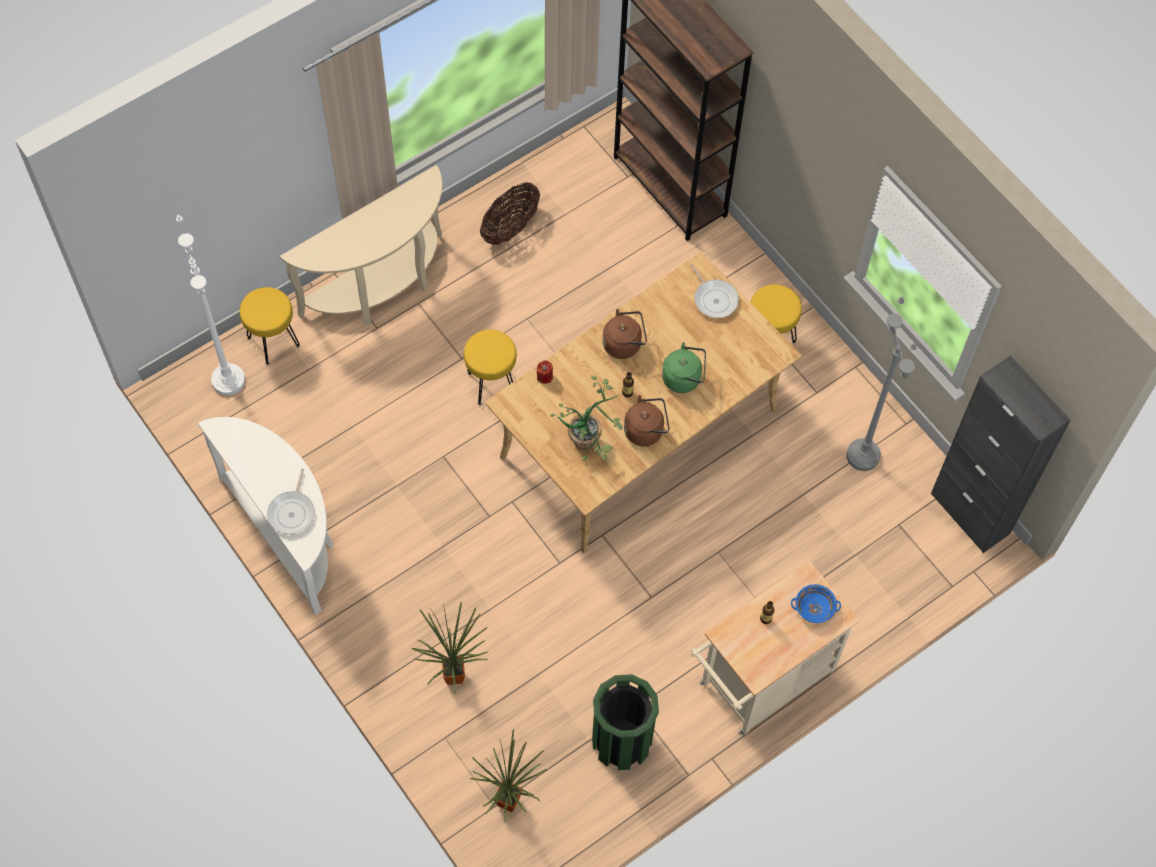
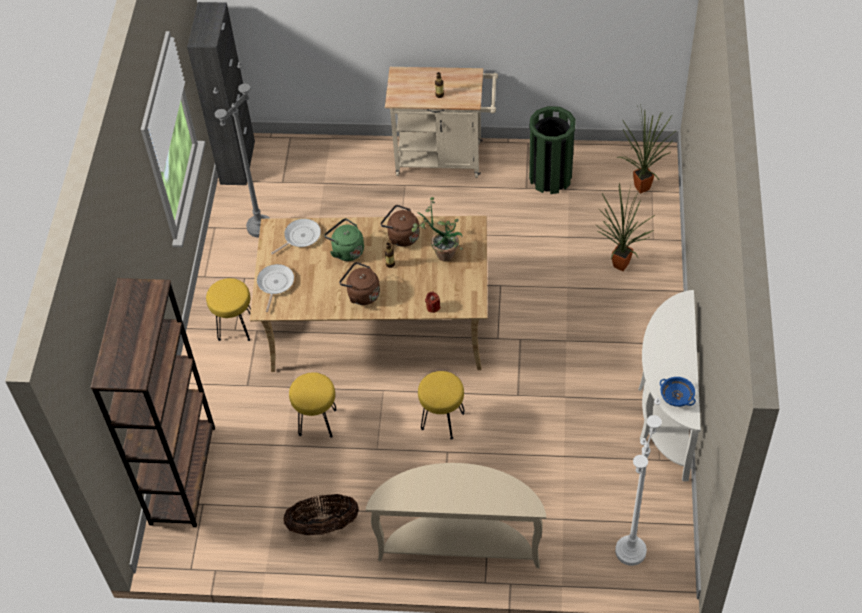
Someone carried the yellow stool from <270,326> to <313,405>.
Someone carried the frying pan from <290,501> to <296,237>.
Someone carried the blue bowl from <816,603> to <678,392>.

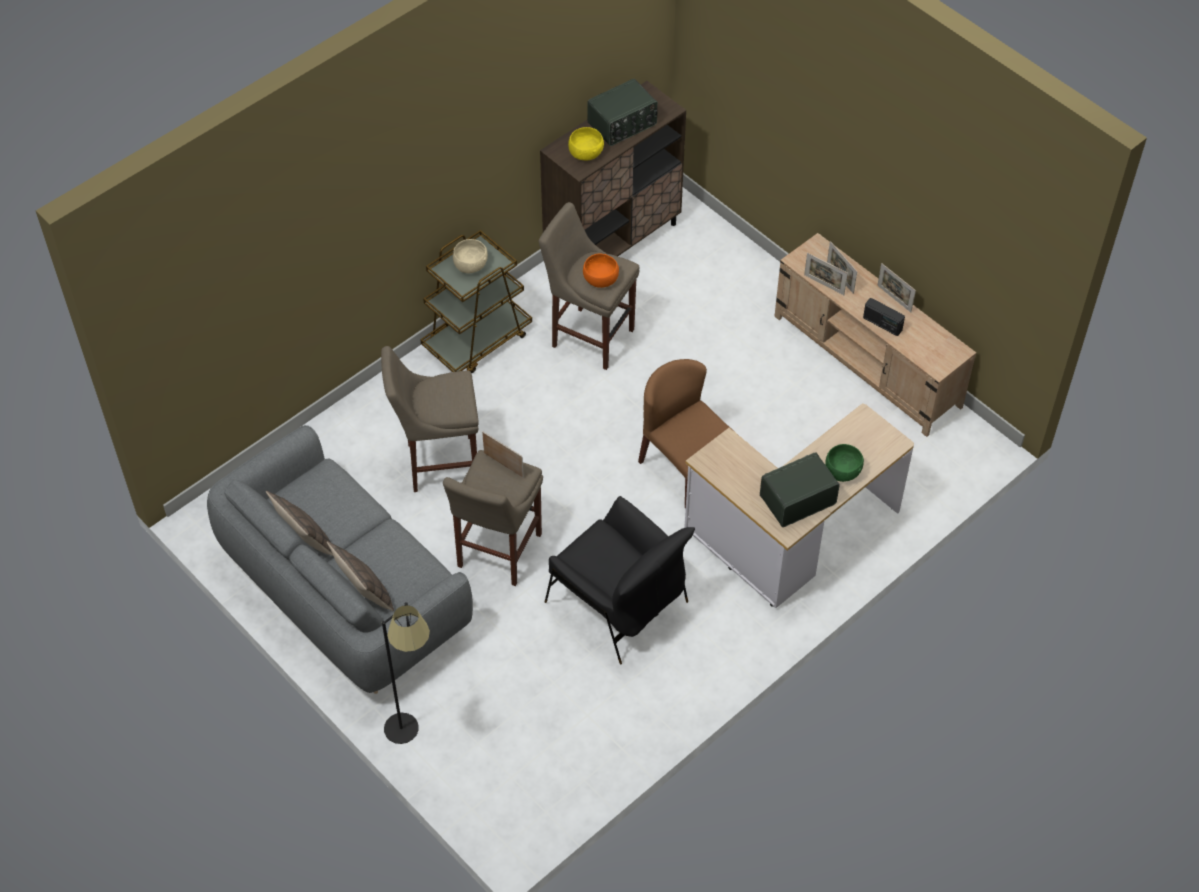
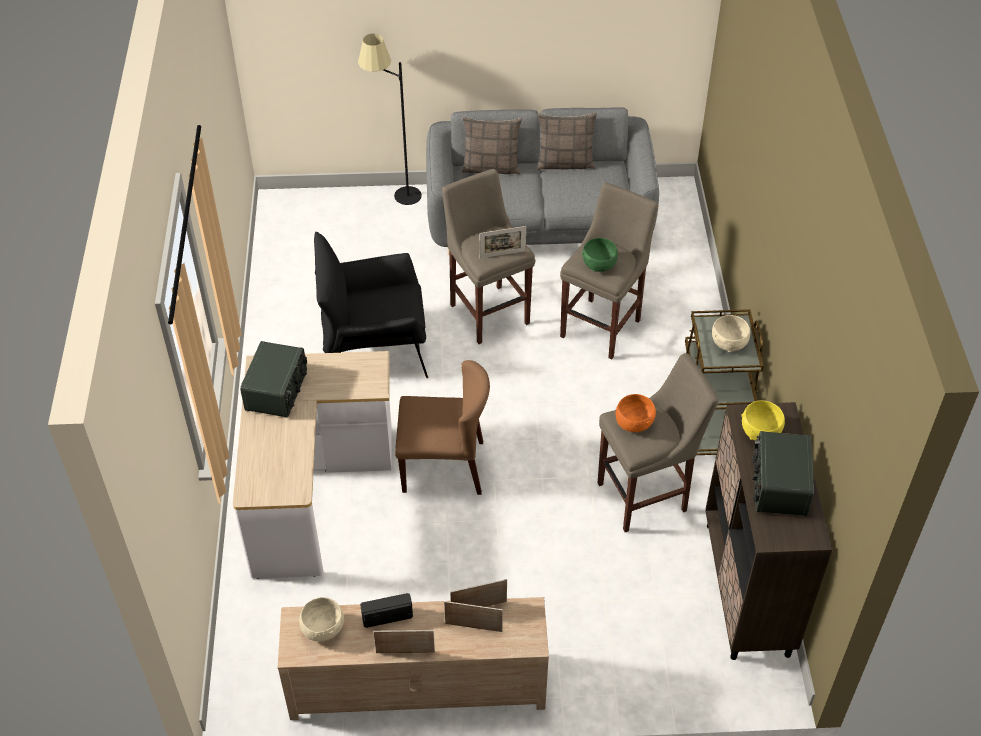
Someone carried the green bowl from <844,463> to <600,255>.
Someone put down the beige bowl at <321,619>.

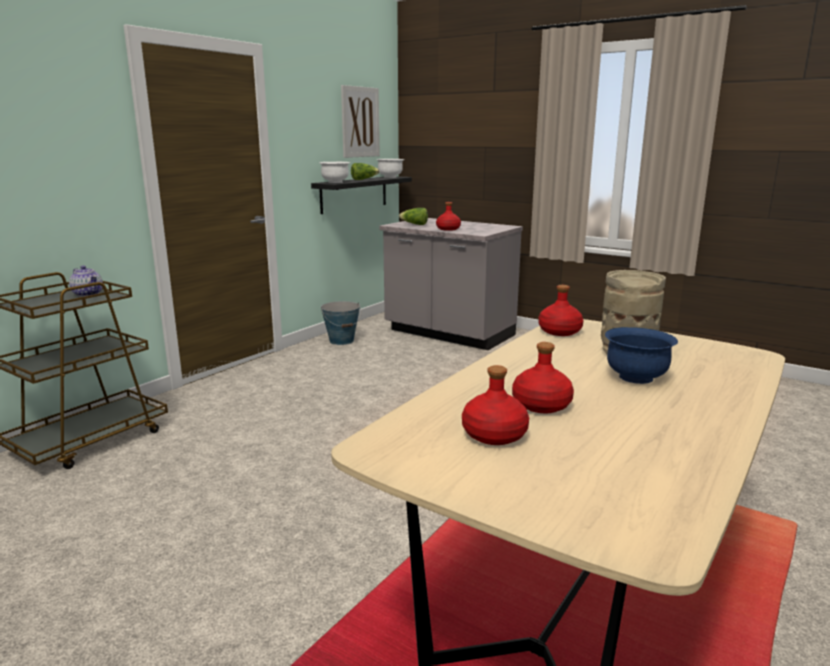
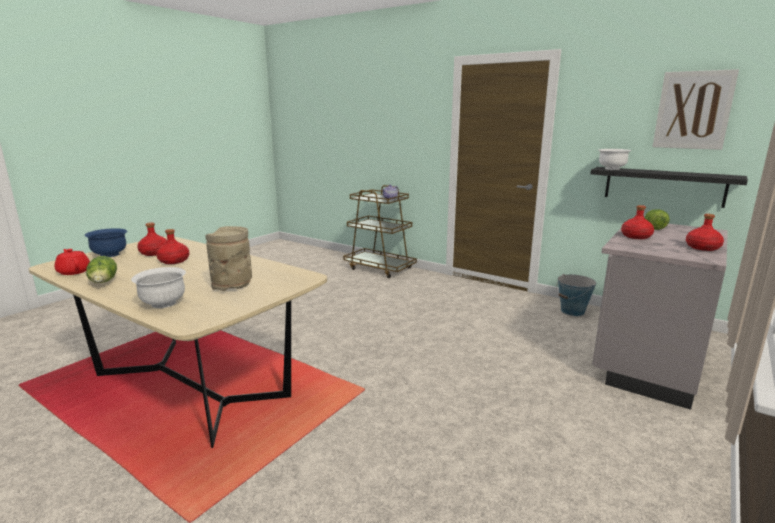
Someone carried the white bowl from <390,168> to <158,287>.
Someone carried the lettuce from <365,171> to <101,269>.
Someone carried the red bottle from <561,310> to <705,232>.
Someone carried the blue bowl from <641,355> to <106,242>.
Someone put down the red teapot at <72,262>.

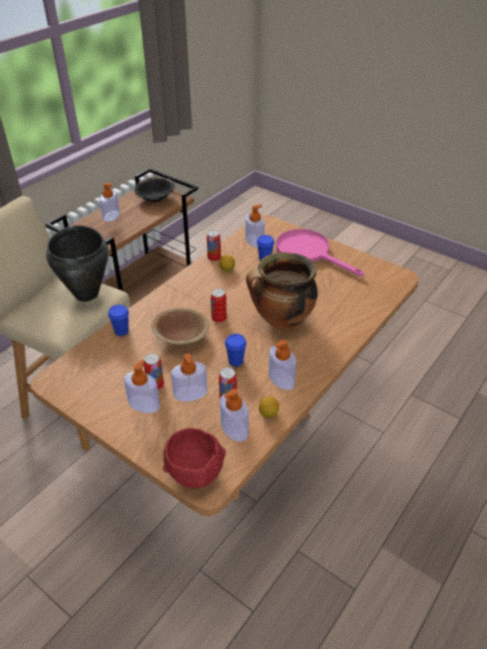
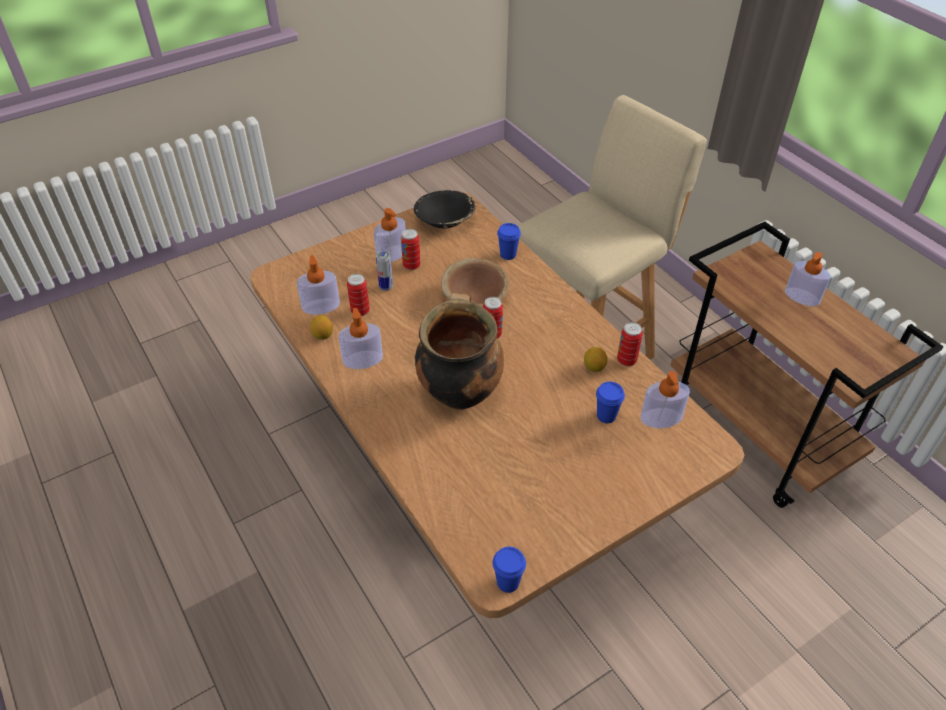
Someone carried the black bowl from <154,189> to <445,209>.
Someone took away the black cooking pot at <77,264>.
Someone took away the pink frying pan at <320,252>.
Someone carried the blue cup from <236,350> to <509,570>.
Someone swapped the soap dispenser at <189,377> for the can at <384,271>.
Someone took away the red bowl at <194,458>.

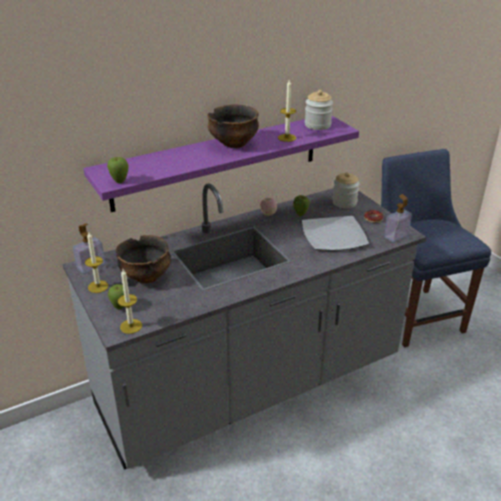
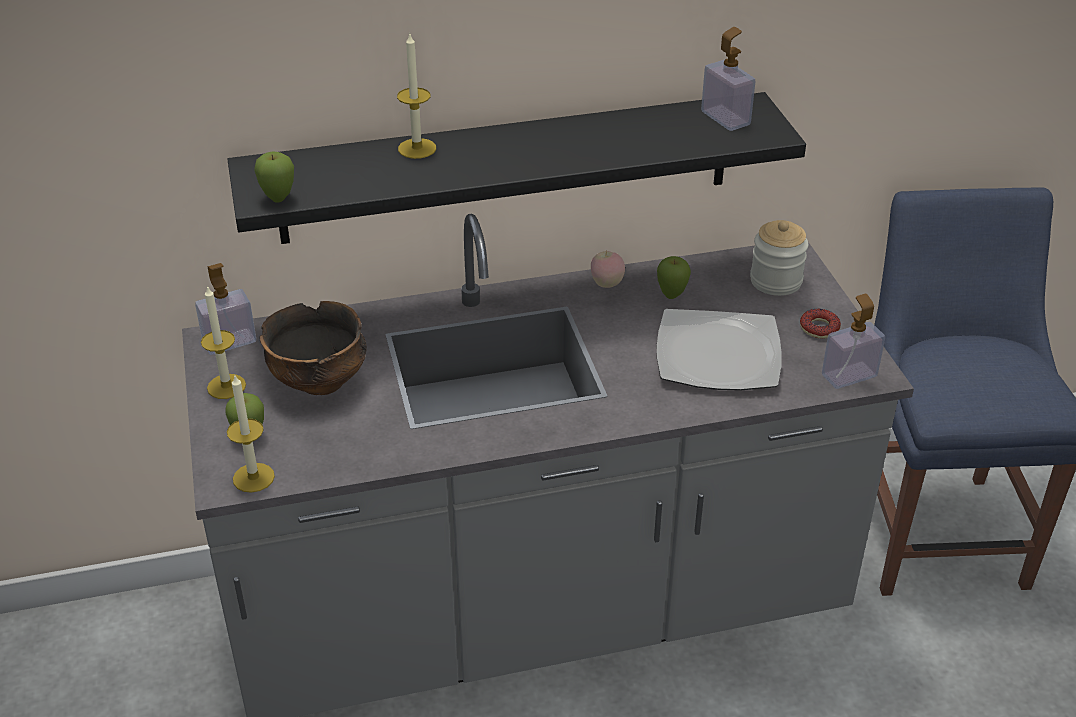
Someone carried the candle from <287,111> to <416,96>.
Someone swapped the jar at <319,110> for the soap dispenser at <728,79>.
Someone took away the bowl at <233,126>.
Someone repainted the purple shelf at <221,164>, which became the black shelf at <516,168>.

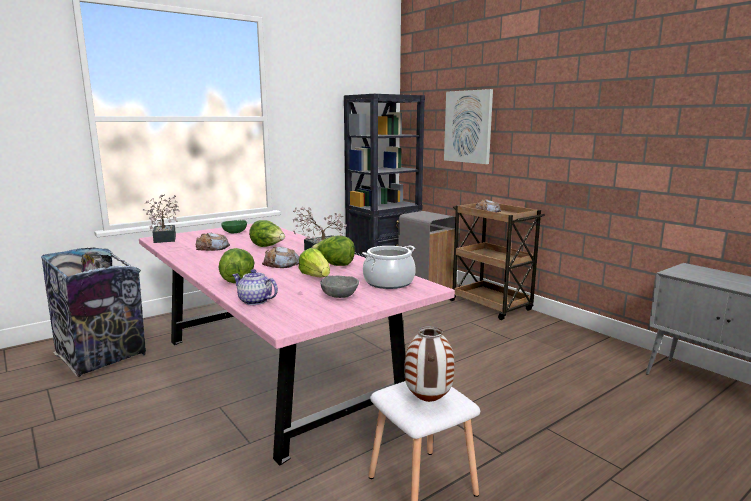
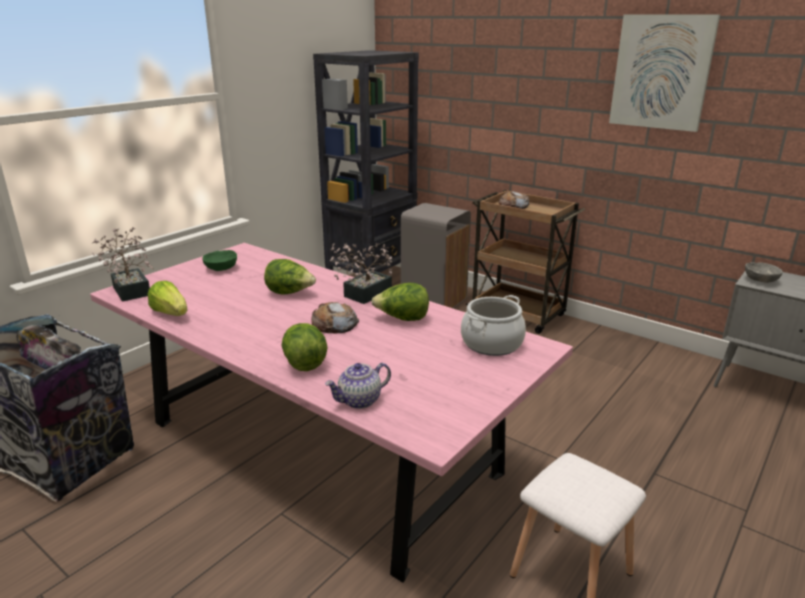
Someone carried the picture from <468,126> to <664,73>.
Someone took away the bread at <213,242>.
Someone carried the lettuce from <314,262> to <167,298>.
Someone rotated the teapot at <255,287> by 45 degrees counterclockwise.
Someone carried the grey bowl from <340,286> to <764,272>.
Someone took away the vase at <430,364>.

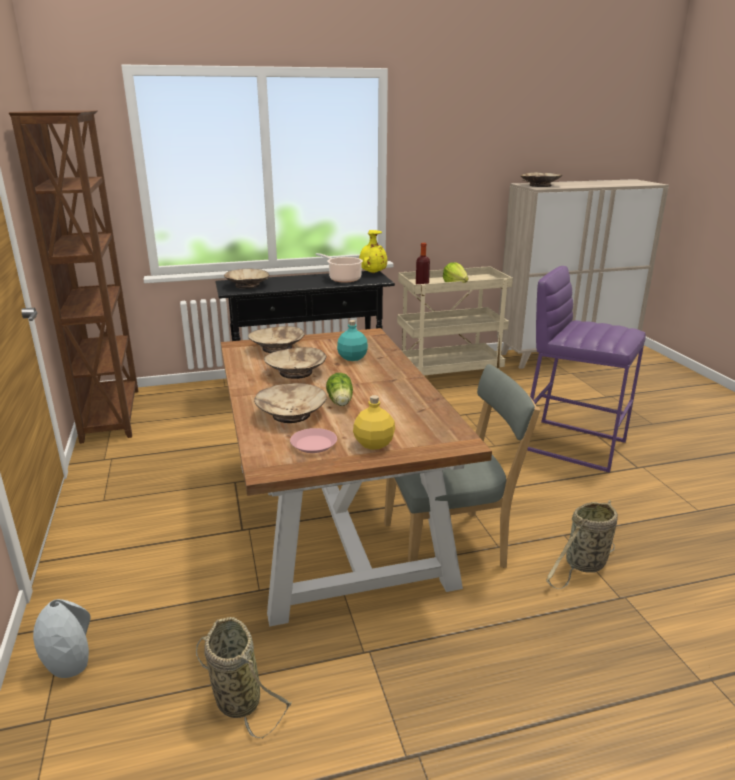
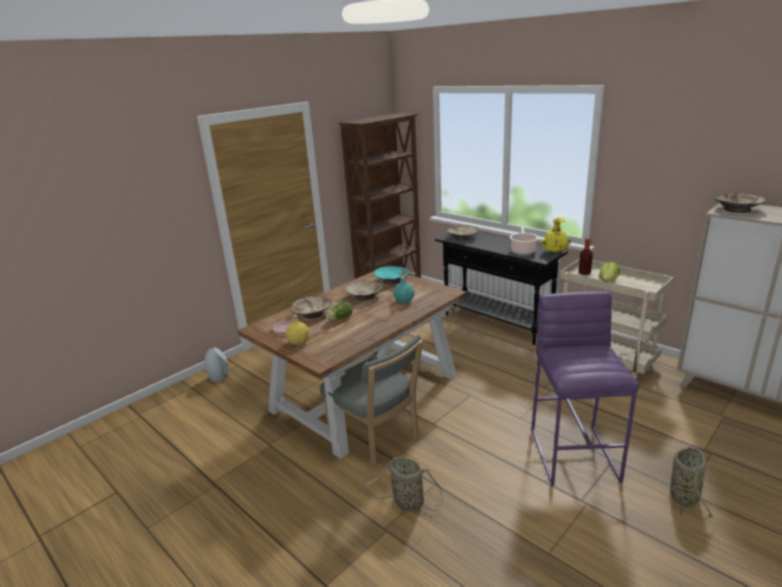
Someone repainted the beige bowl at <276,339>, which became the turquoise bowl at <392,275>.
Someone carried the basket from <244,677> to <692,484>.

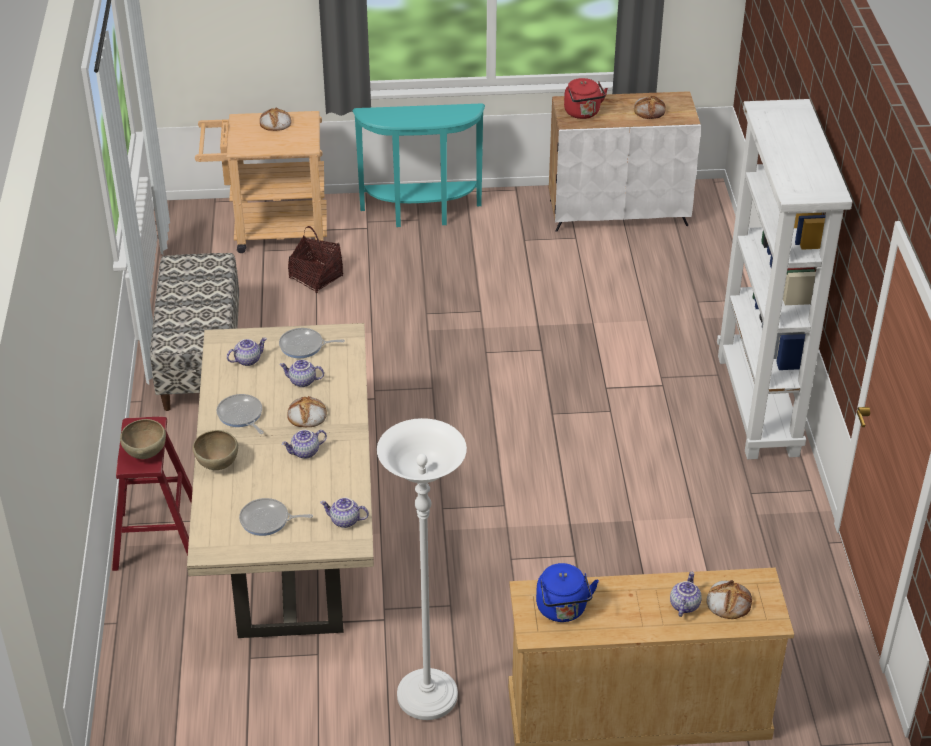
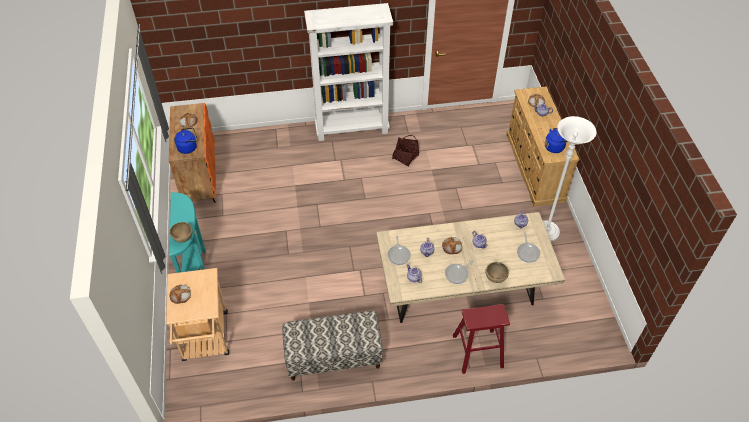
Someone repainted the red kettle at <586,98>, which became the blue kettle at <185,141>.
Someone repainted the white cabinet at <625,161>, which became the orange cabinet at <192,153>.
Someone carried the basket from <315,259> to <405,151>.
Someone carried the brown bowl from <143,439> to <181,232>.

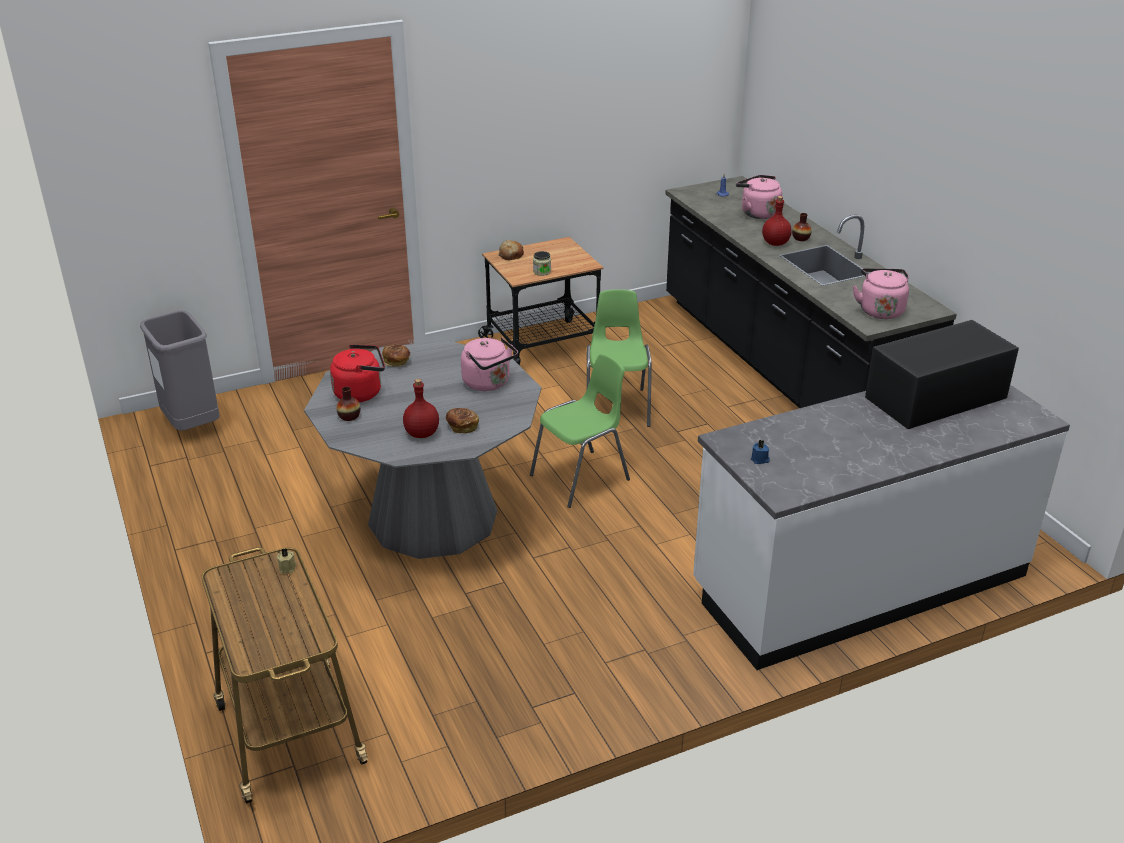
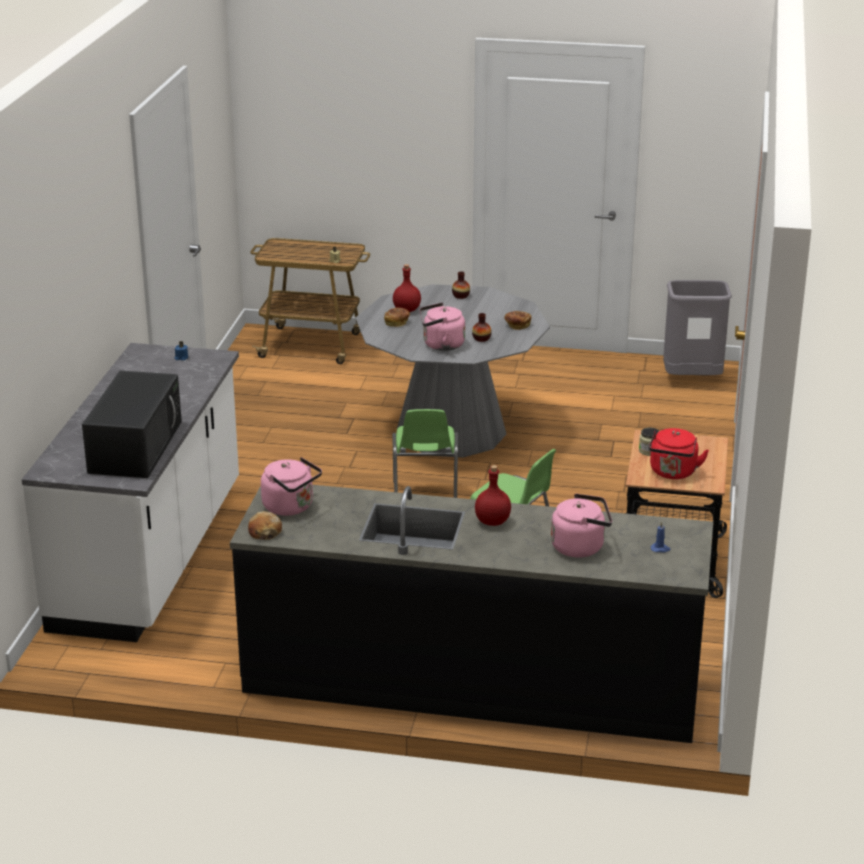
Someone carried the vase from <802,227> to <481,327>.
Someone carried the bread from <511,250> to <265,525>.
Someone carried the red kettle from <357,373> to <678,453>.

